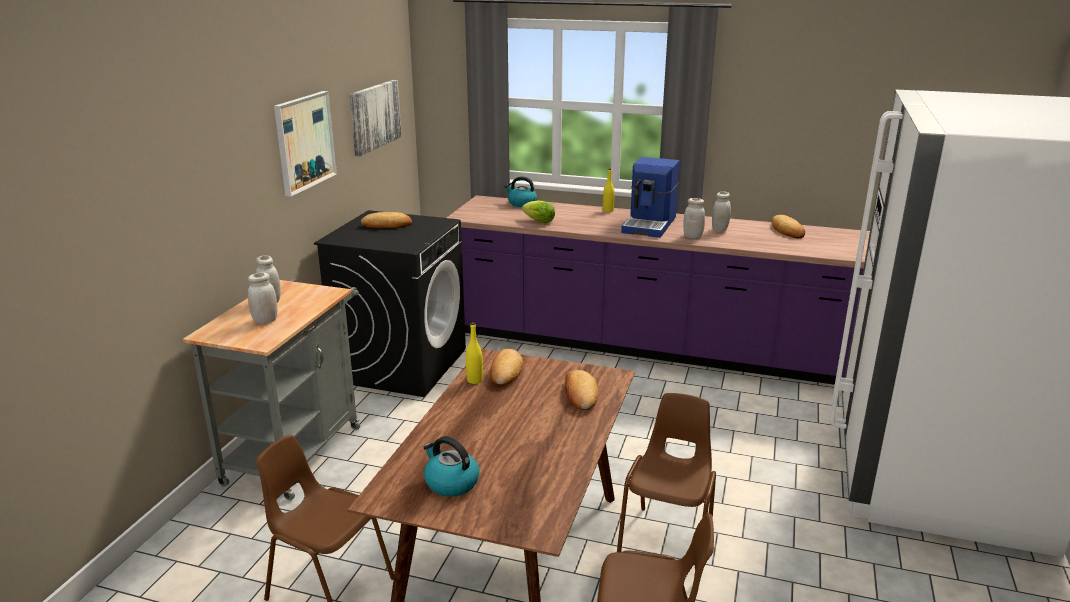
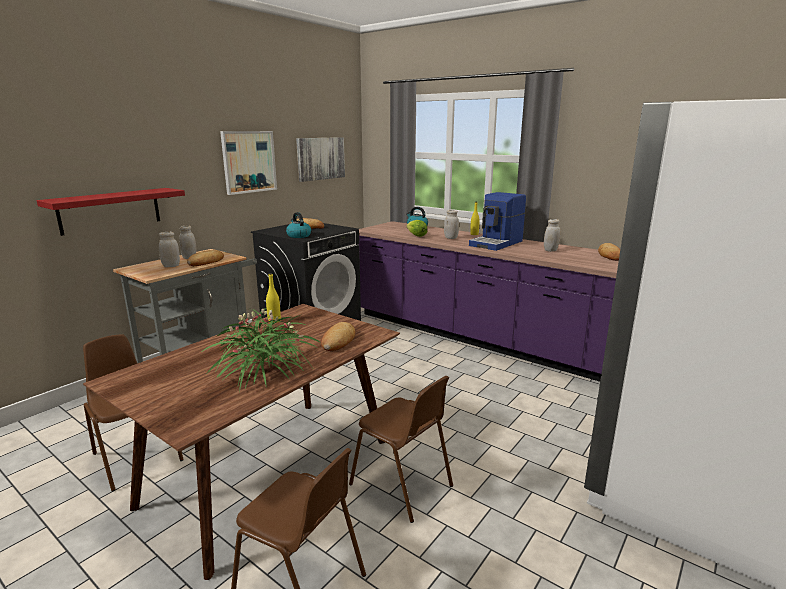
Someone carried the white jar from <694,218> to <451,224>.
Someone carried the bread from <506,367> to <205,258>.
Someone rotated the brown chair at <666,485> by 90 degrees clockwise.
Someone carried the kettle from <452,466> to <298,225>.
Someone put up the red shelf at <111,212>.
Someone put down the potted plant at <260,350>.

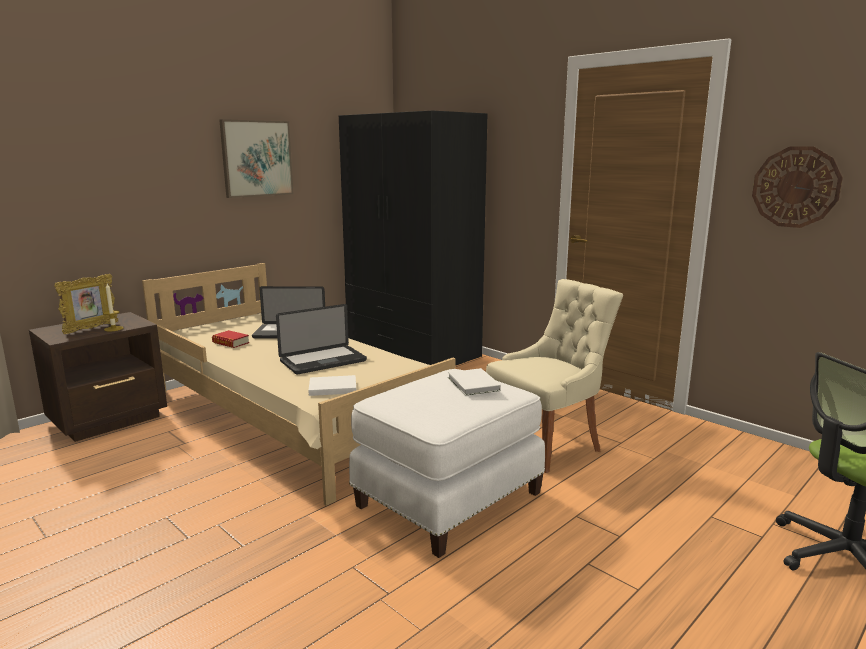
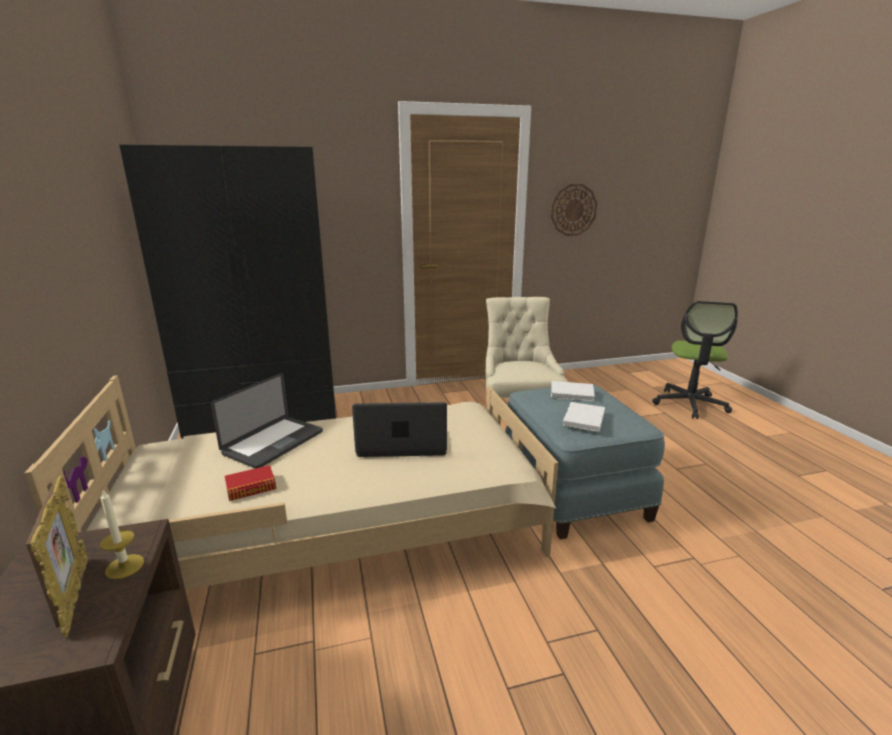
Someone took away the picture at <256,158>.
Someone rotated the laptop at <321,339> by 90 degrees counterclockwise.
Someone repainted the white ottoman at <447,463>, which became the blue ottoman at <585,461>.
Someone carried the white book from <332,385> to <584,417>.

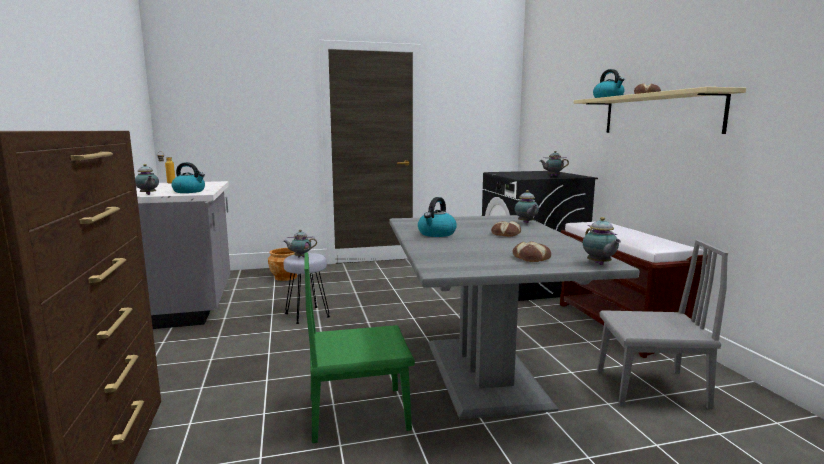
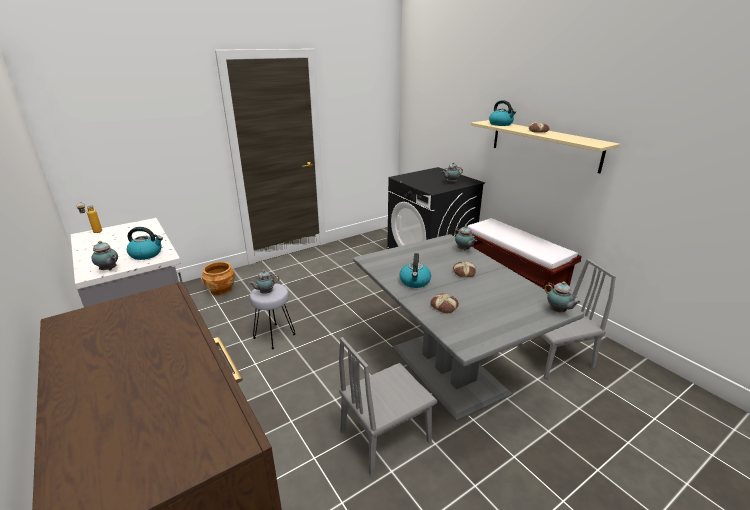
Someone carried the bread from <532,251> to <444,303>.
Someone repainted the green chair at <359,347>, which became the grey chair at <388,406>.

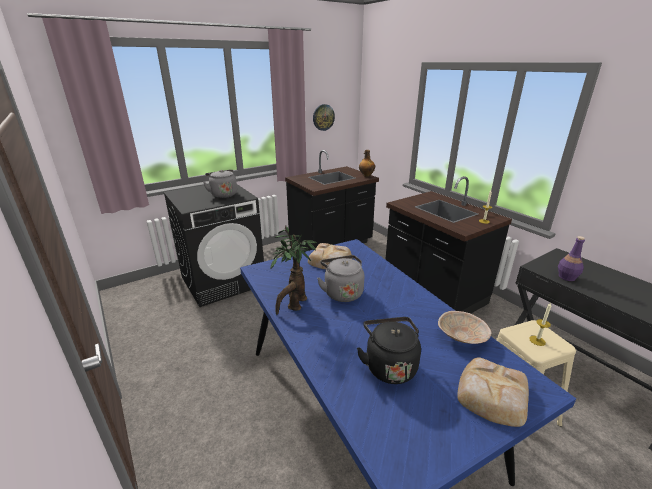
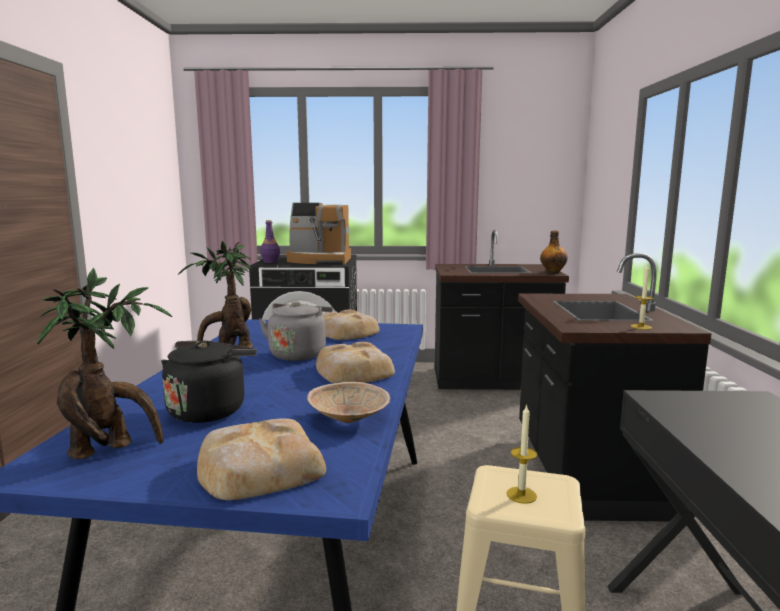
Someone took away the wall clock at <324,117>.
Someone swapped the grey kettle at <220,184> for the coffee machine at <318,234>.
Someone carried the purple bottle from <571,258> to <270,241>.
Someone put down the potted plant at <104,363>.
Someone put down the bread at <355,362>.

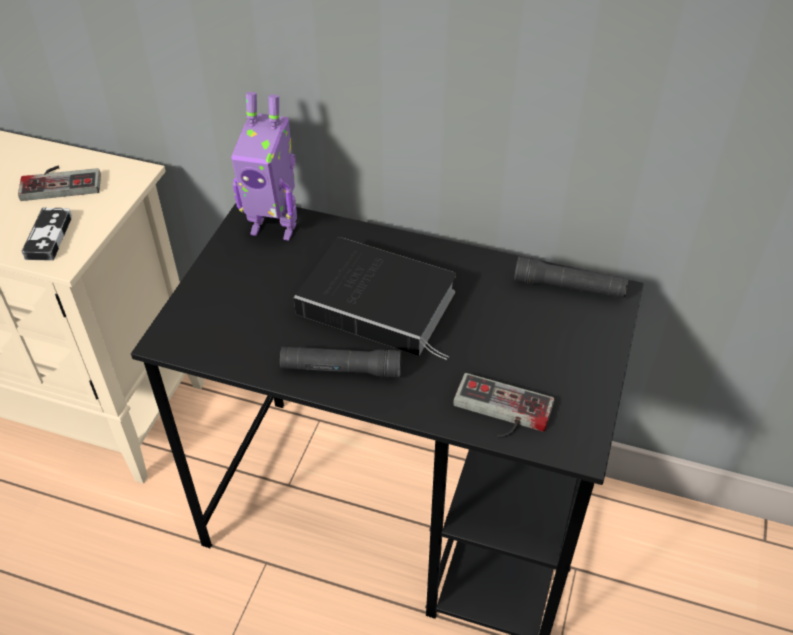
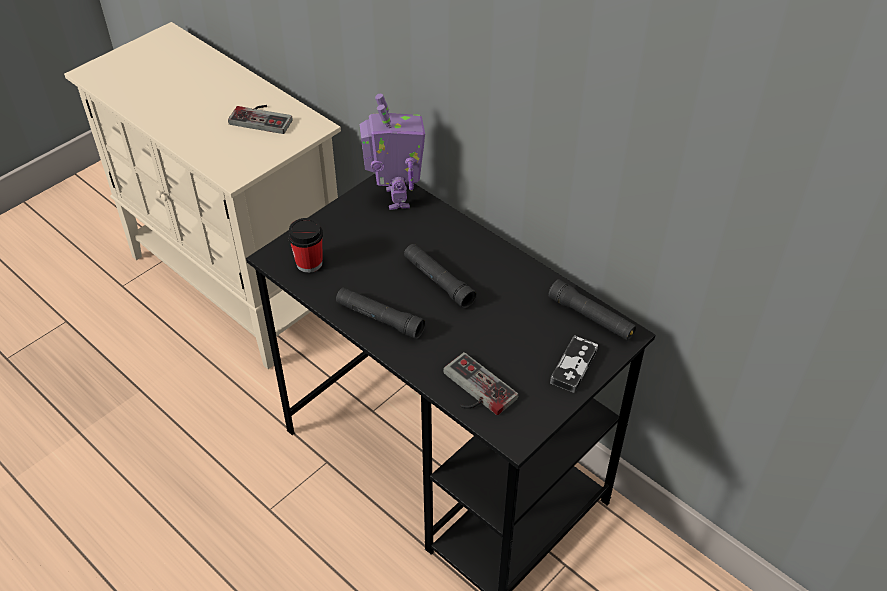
Someone rotated the toy robot at <264,166> by 135 degrees counterclockwise.
Someone carried the game controller from <46,234> to <574,364>.
Someone swapped the book at <375,298> for the black flashlight at <440,276>.
Someone put down the cup at <305,245>.

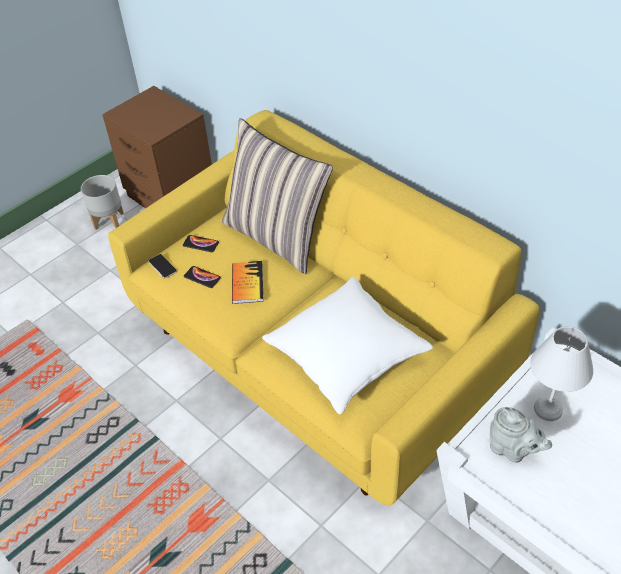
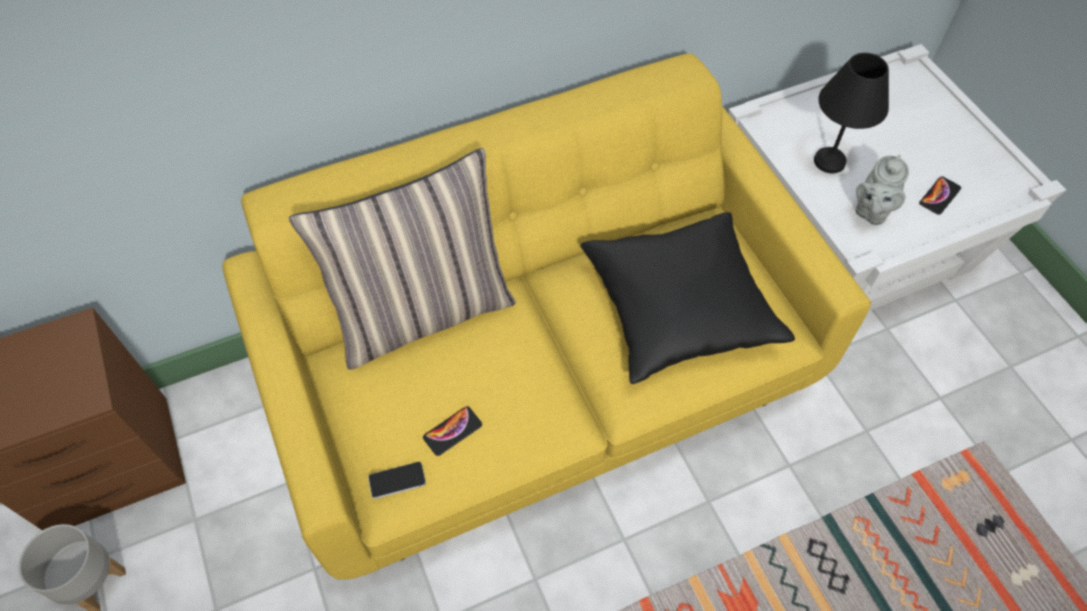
Someone carried the phone from <201,243> to <940,195>.
Someone took away the book at <248,282>.
Someone repainted the white pillow at <347,345>, which became the black pillow at <687,298>.
Someone repainted the white table lamp at <561,373>, which became the black table lamp at <851,113>.
Someone rotated the grey teapot at <521,435> by 150 degrees clockwise.

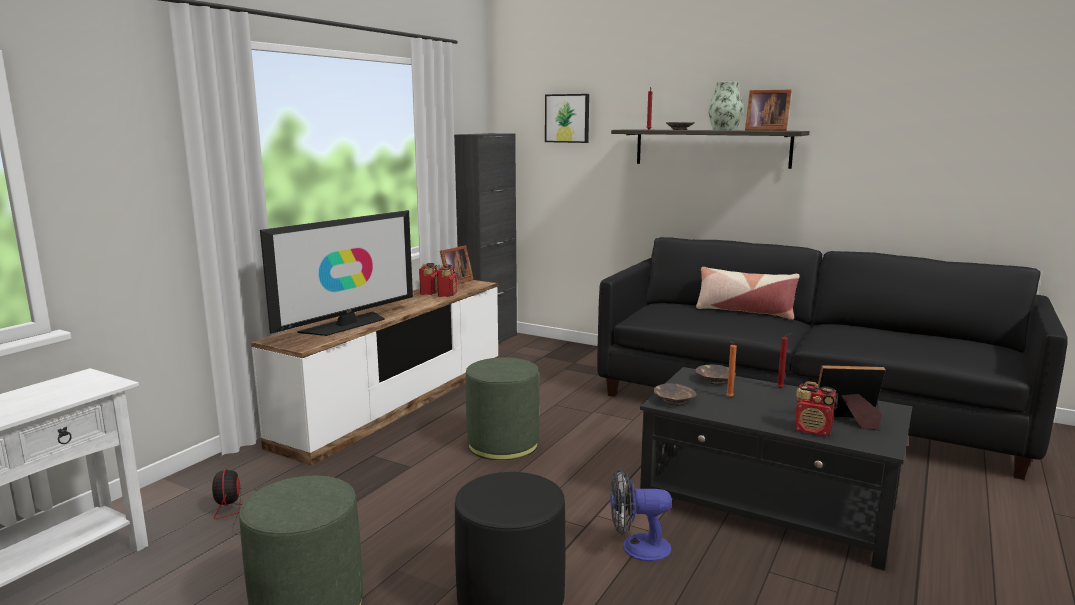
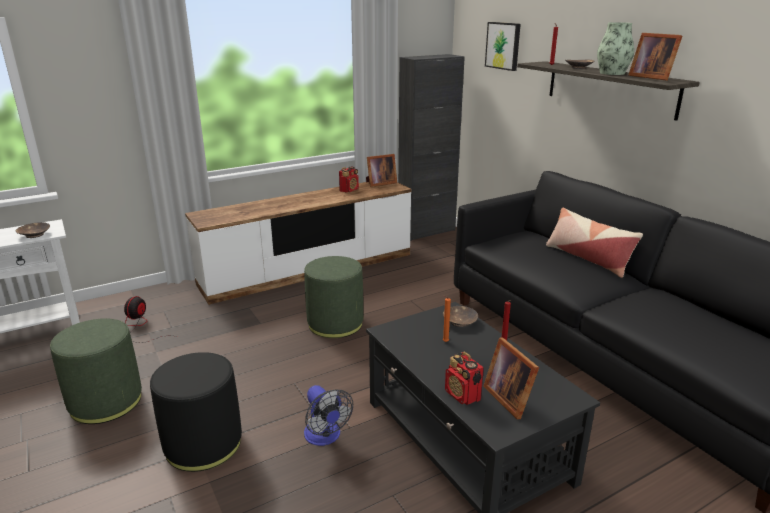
Someone took away the television at <336,273>.
Someone took away the radio at <447,281>.
Someone rotated the picture frame at <852,397> by 150 degrees counterclockwise.
Someone carried the brown bowl from <674,394> to <32,230>.
Someone rotated the fan at <641,514> by 150 degrees counterclockwise.

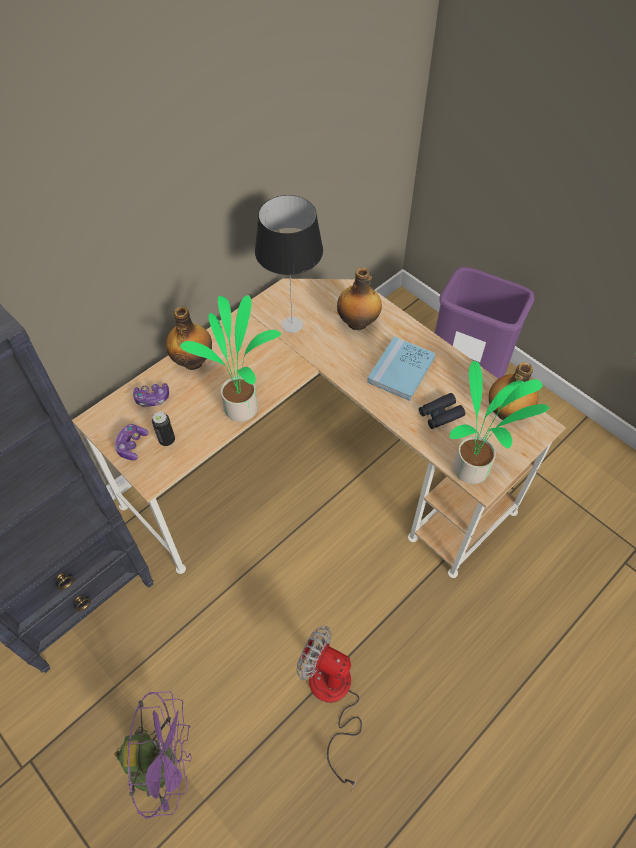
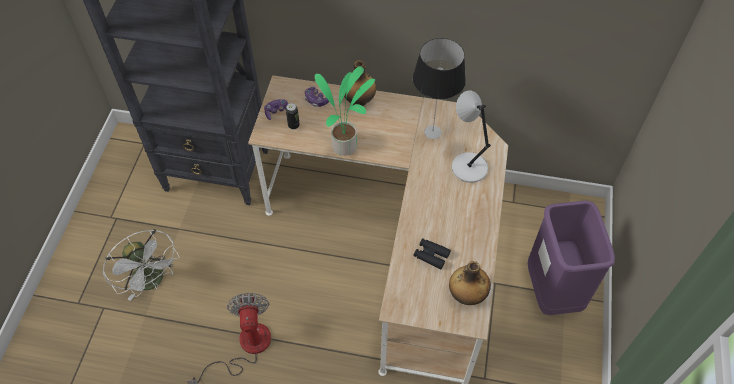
Someone swapped the bottle at <359,299> for the grey table lamp at <471,137>.
Someone took away the blue book at <401,368>.
Someone took away the potted plant at <500,422>.
Someone repainted the purple fan at <153,755>, which became the white fan at <141,265>.

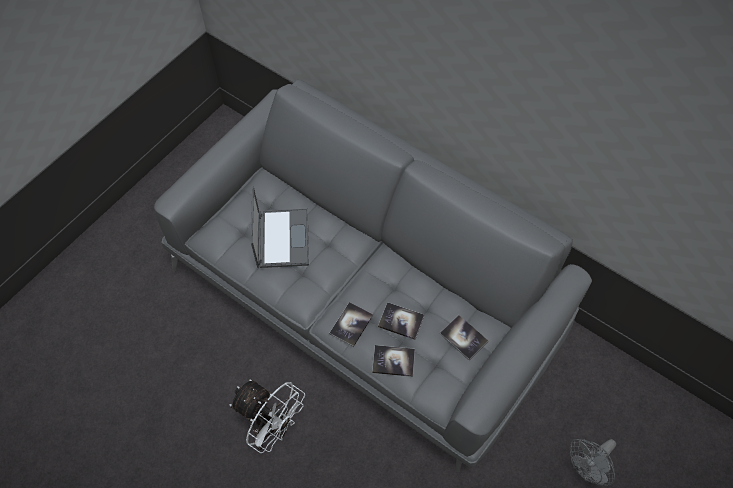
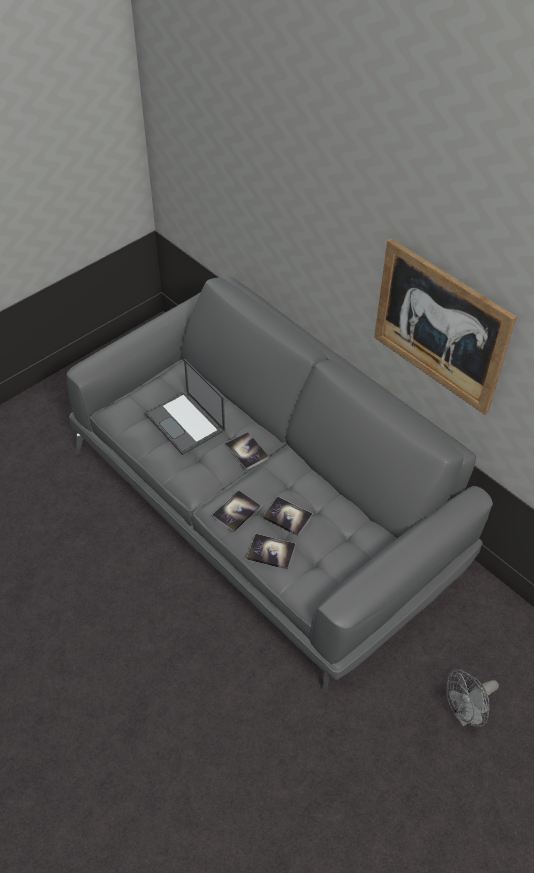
Someone rotated the laptop at <280,227> by 135 degrees clockwise.
Someone carried the book from <464,337> to <247,451>.
Someone took away the white fan at <267,416>.
Someone put up the picture at <445,327>.

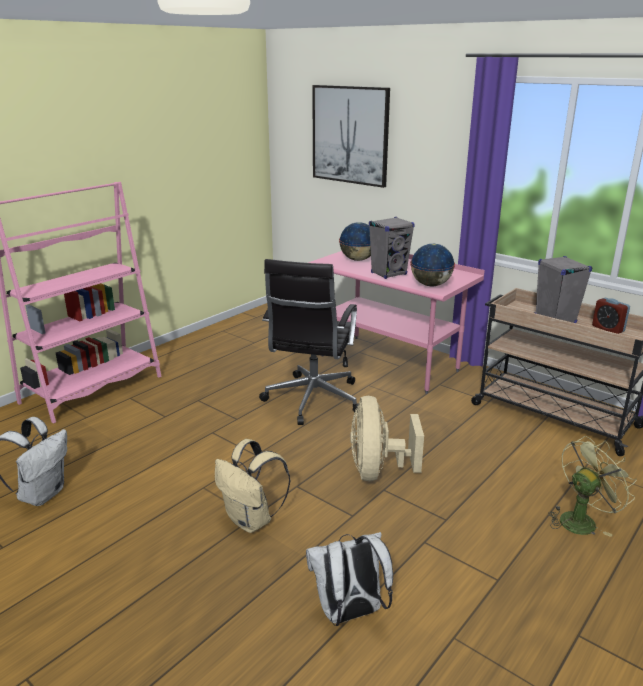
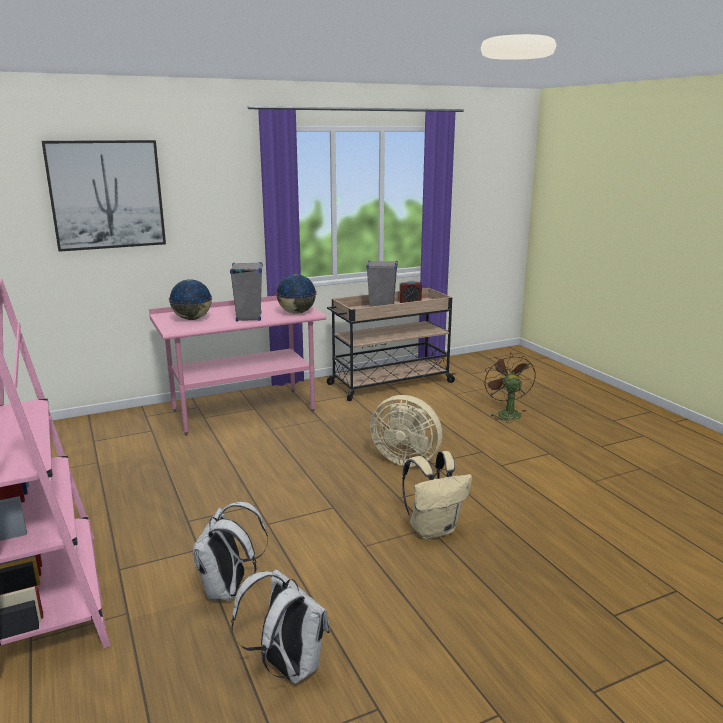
Someone took away the black office chair at <309,342>.
Someone repainted the green fan at <592,486>, which became the brown fan at <509,388>.
Someone carried the white backpack from <349,579> to <230,551>.

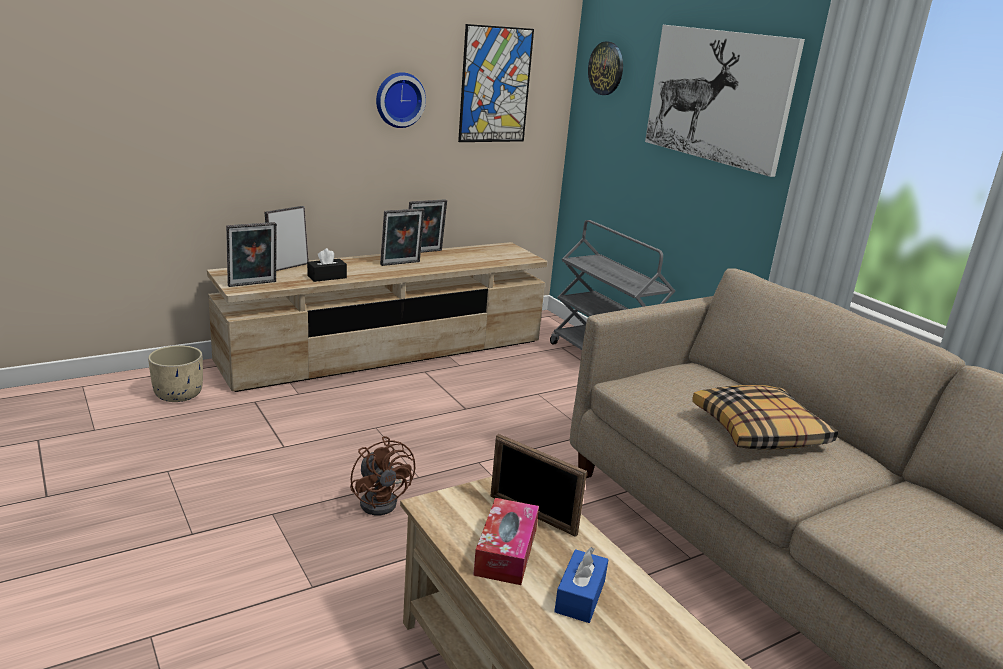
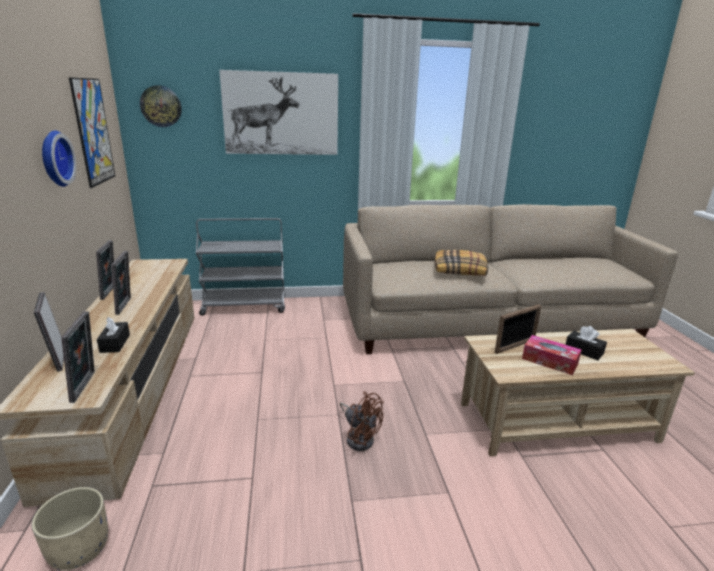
Someone rotated the brown fan at <382,475> by 45 degrees clockwise.
Someone repainted the blue tissue box at <581,585>, which became the black tissue box at <586,343>.

